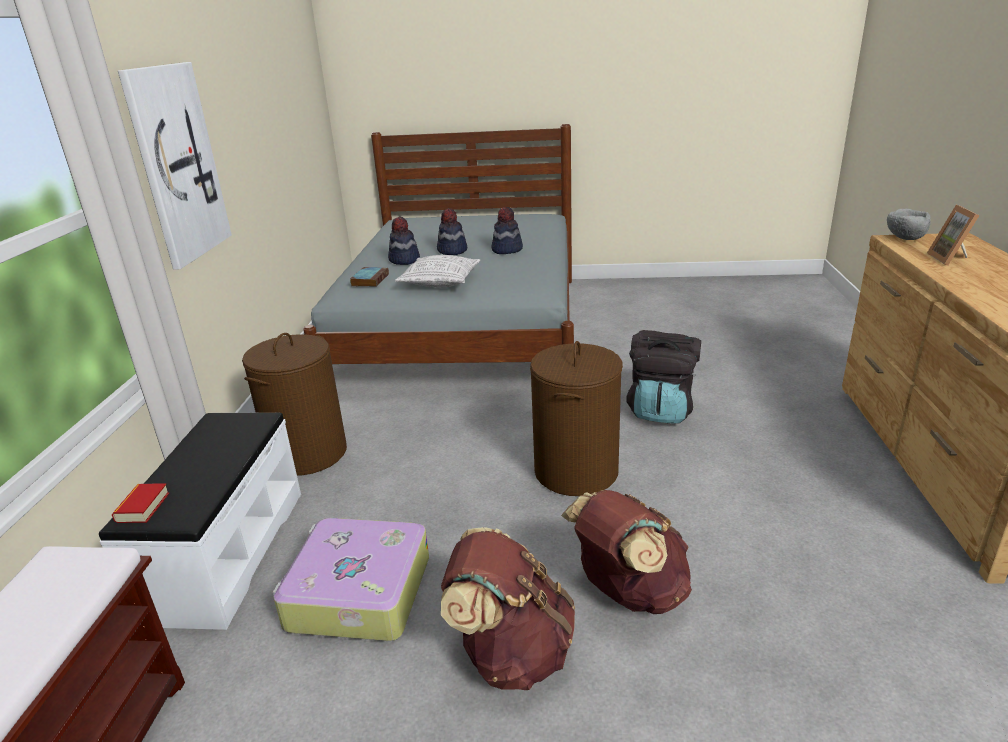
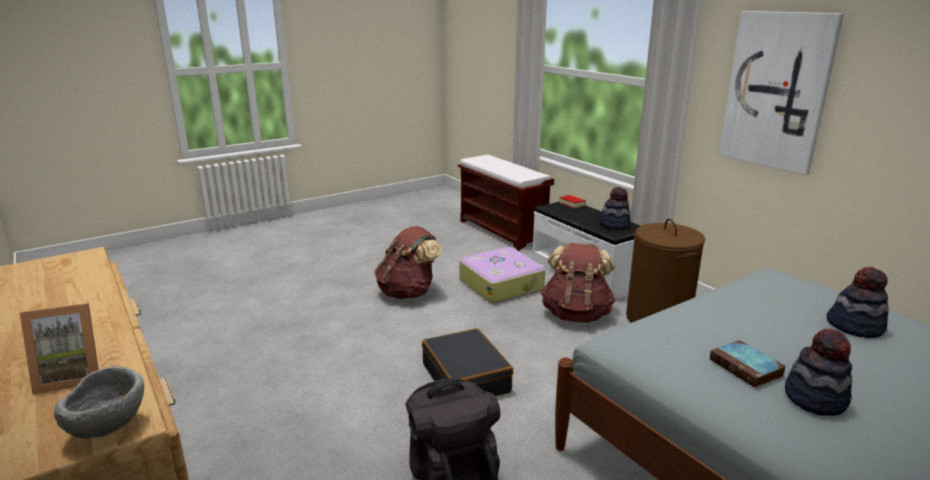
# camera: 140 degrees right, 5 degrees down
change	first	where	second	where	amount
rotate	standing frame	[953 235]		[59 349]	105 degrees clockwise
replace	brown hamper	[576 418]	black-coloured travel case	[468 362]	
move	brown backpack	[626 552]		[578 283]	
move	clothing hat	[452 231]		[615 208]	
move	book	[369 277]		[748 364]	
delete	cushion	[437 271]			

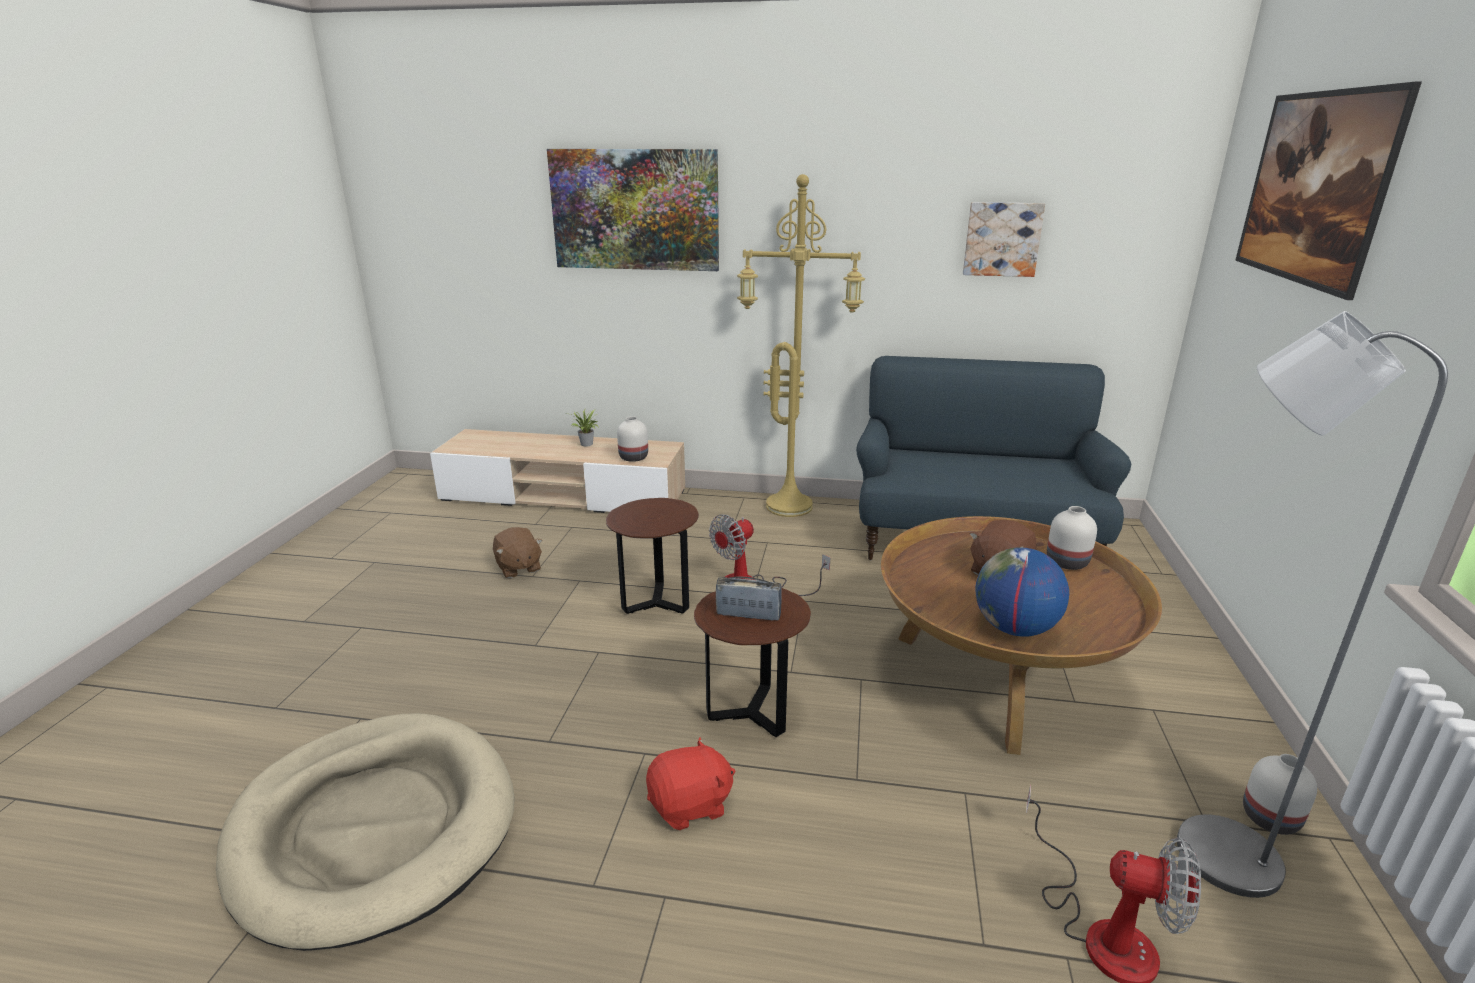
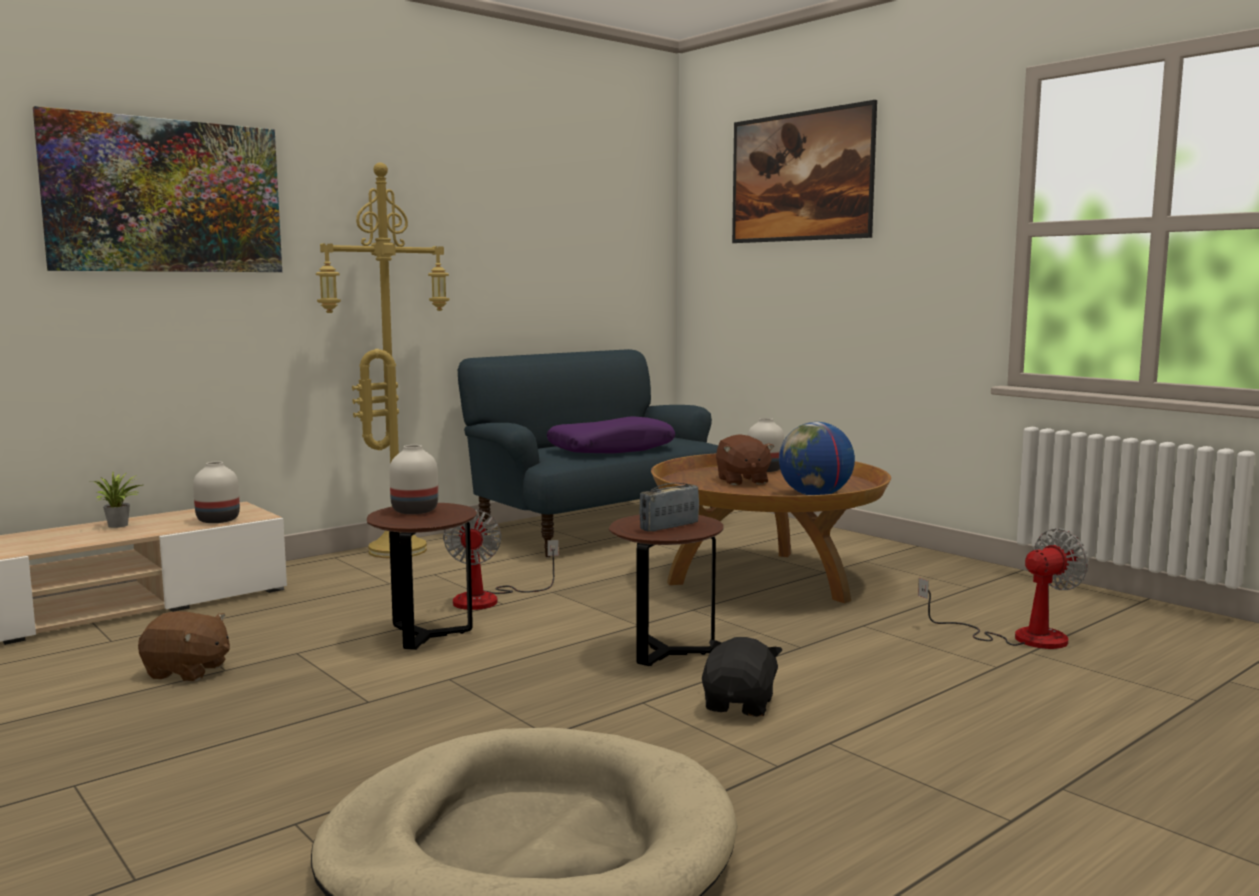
# camera: 50 degrees left, 15 degrees down
change	first	where	second	where	amount
move	whitish vase	[1280 794]		[413 479]	
insert			purple-coloured cushion	[611 435]	
recolor	reddish cuddly toy	[691 783]	black-coloured cuddly toy	[742 677]	
delete	picture	[1004 239]			
delete	grey standing lamp	[1312 604]			

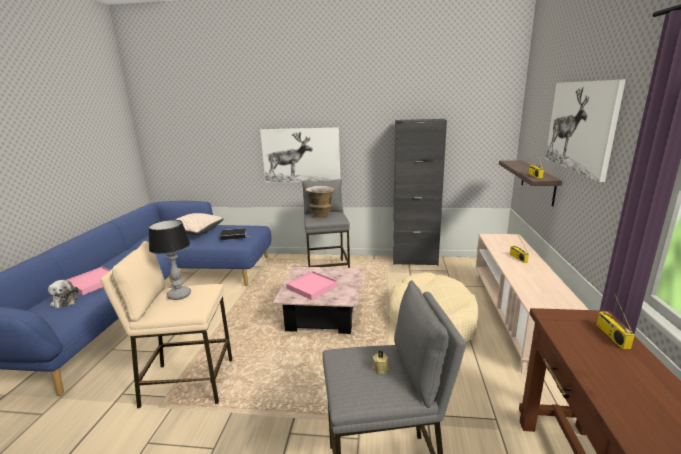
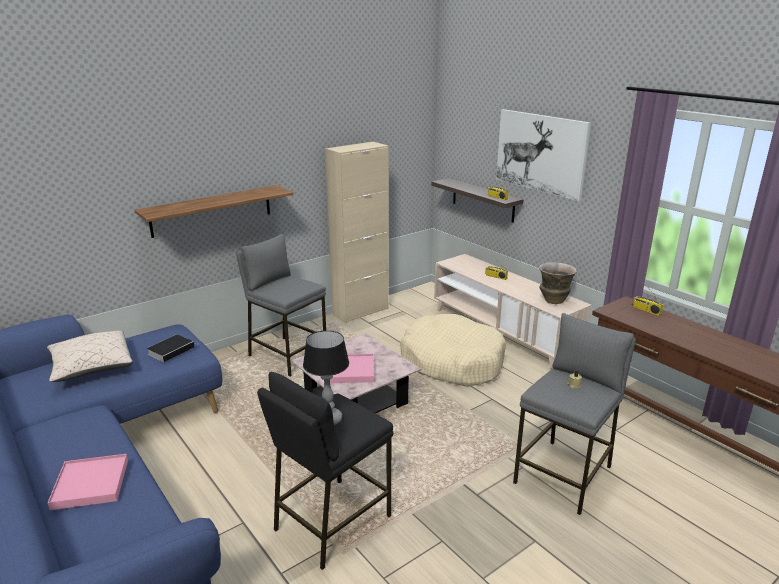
# camera: 45 degrees left, 5 degrees up
change	first	where	second	where	amount
replace	picture	[300 155]	shelf	[214 211]	
recolor	sand-coloured stool	[166 324]	black-coloured stool	[325 471]	
recolor	black-coloured cabinet	[420 192]	sand-coloured cabinet	[357 232]	
move	vase	[320 201]		[558 283]	
delete	cuddly toy	[63 294]			

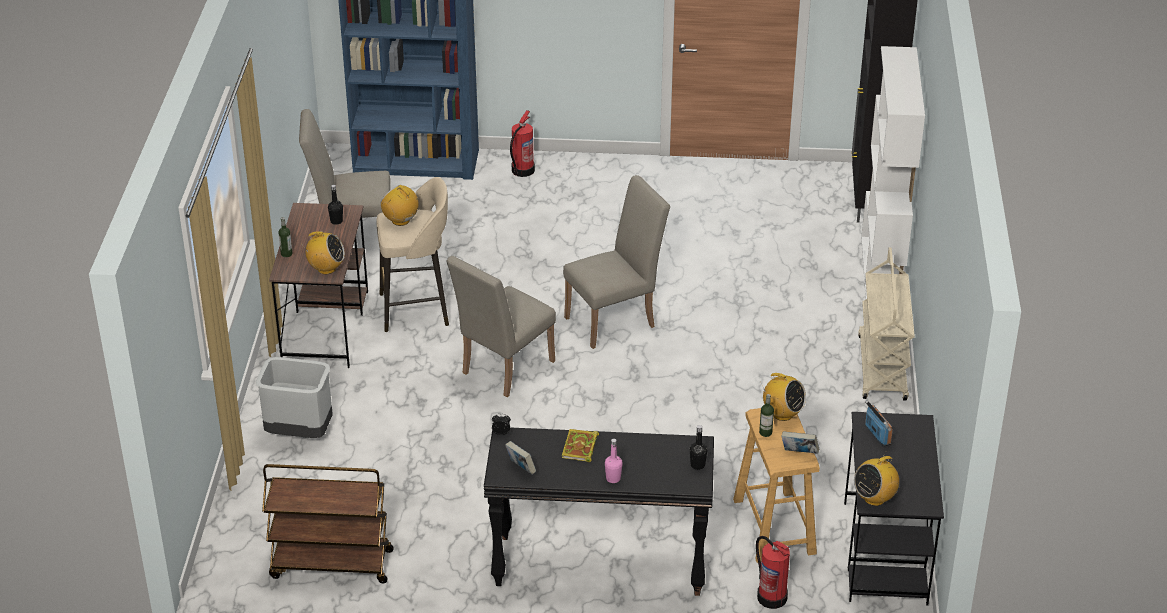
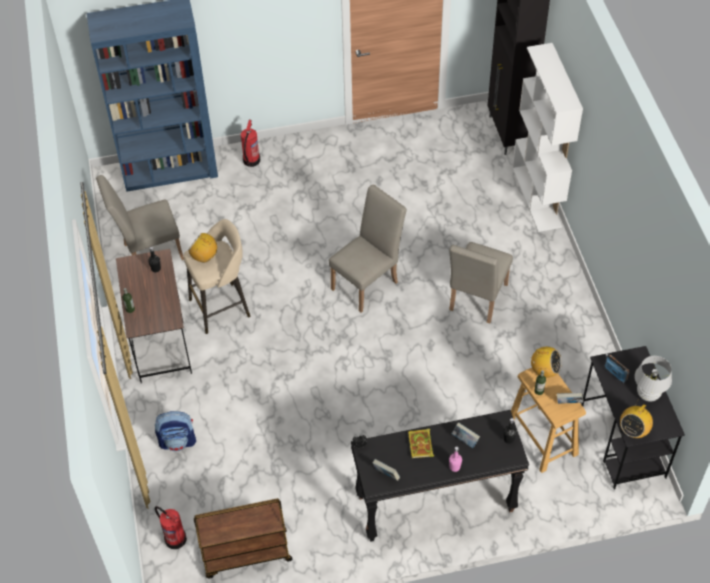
# camera: 15 degrees left, 15 degrees up
change	first	where	second	where	amount
replace	grey trash can	[294 397]	backpack	[175 431]	
move	fire extinguisher	[773 572]		[171 527]	
move	sand-coloured plain chair	[501 326]		[481 282]	
insert			book	[466 435]	
insert			whitish table lamp	[653 379]	
delete	radio	[324 252]			
delete	sand-coloured cart	[886 324]			

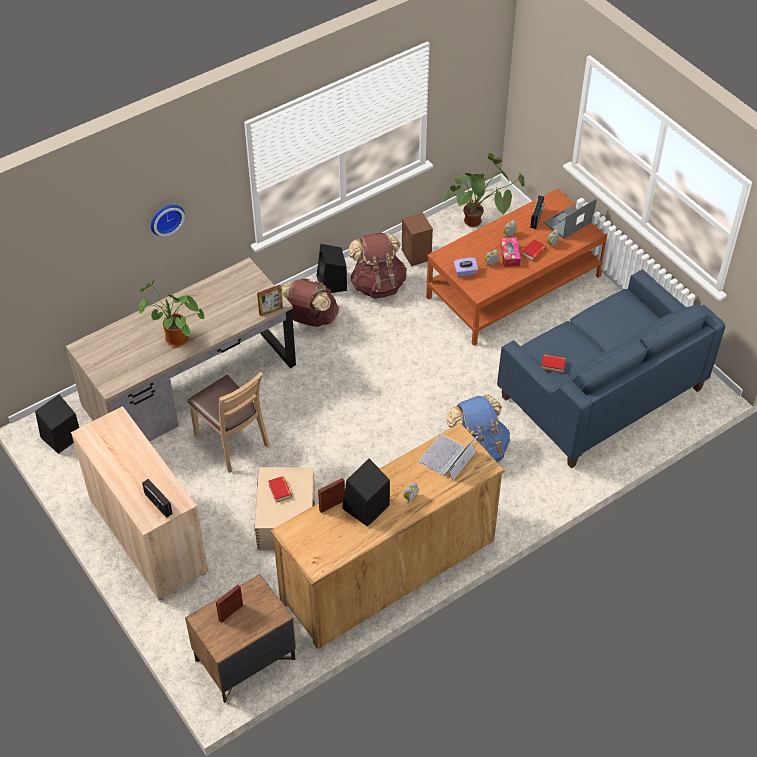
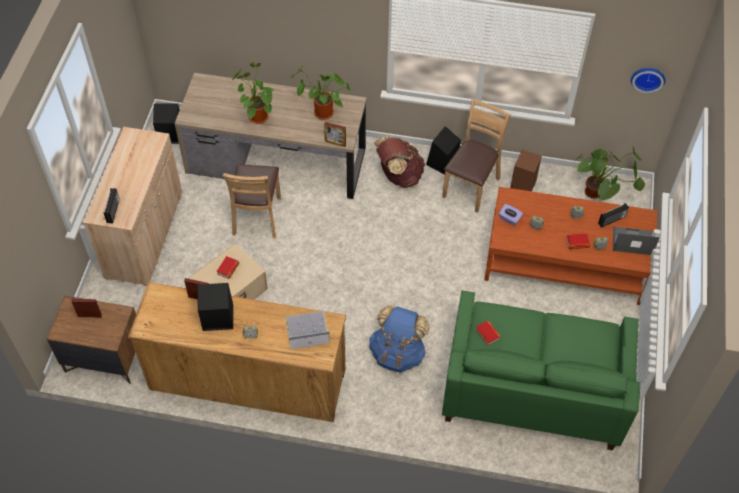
# camera: 45 degrees right, 5 degrees up
change	first	where	second	where	amount
insert			plant in a pot	[321 92]	
replace	brown backpack	[377 265]	brown plain chair	[476 156]	
recolor	blue settee	[611 368]	green-coloured settee	[541 370]	
move	hanging clock	[168 220]		[648 80]	
delete	tissue box	[510 252]			

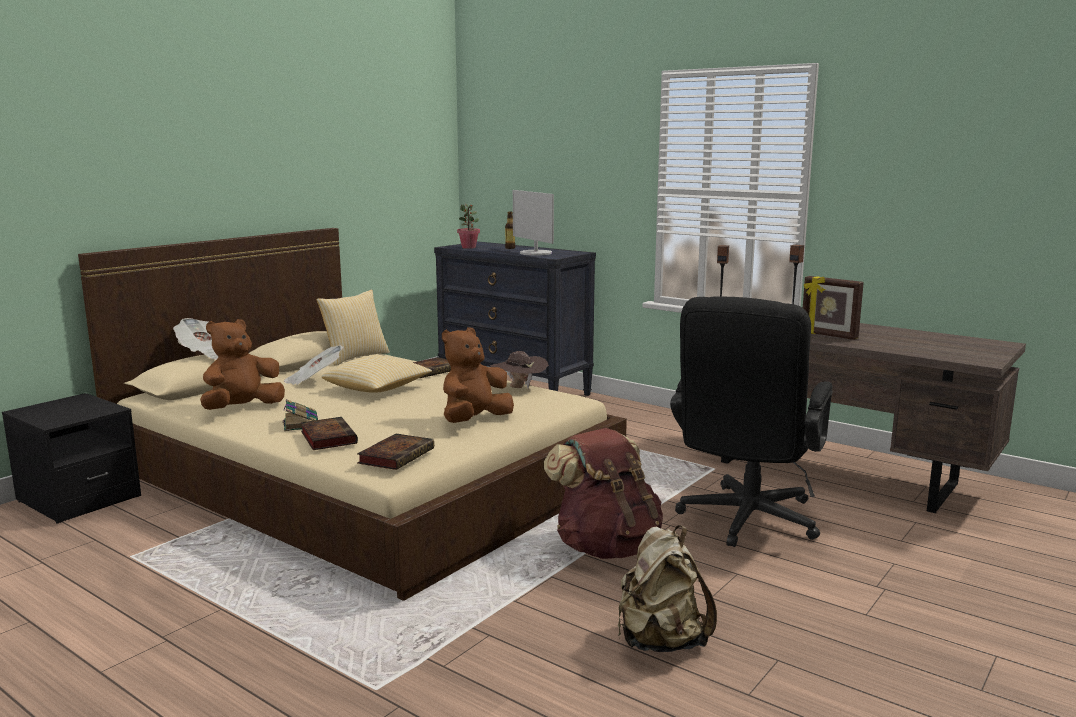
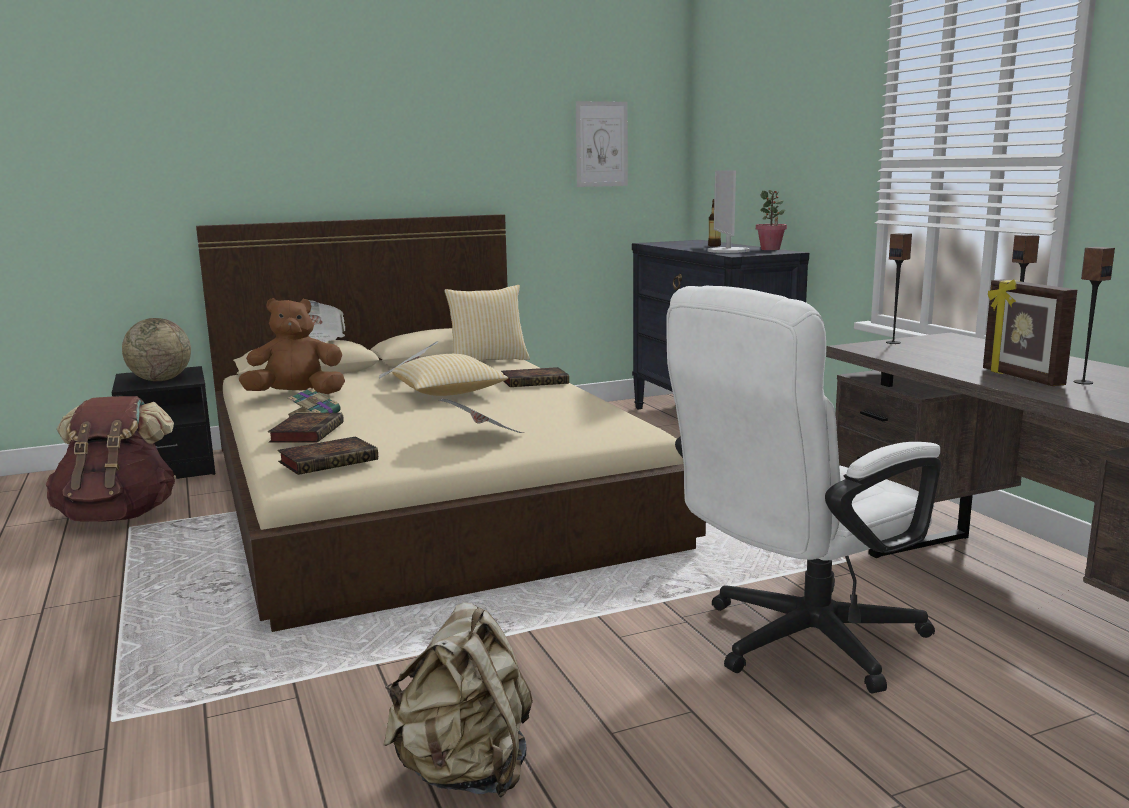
# camera: 30 degrees right, 0 degrees up
change	first	where	second	where	amount
move	brown backpack	[603 493]		[111 459]	
insert			globe	[156 349]	
replace	brown cuddly toy	[478 375]	daily paper	[480 416]	
insert			picture	[602 144]	
recolor	black-coloured computer chair	[751 421]	whitish computer chair	[803 489]	
move	plant in a pot	[468 226]		[771 220]	
insert			speaker	[1094 316]	
delete	brown clothing hat	[519 370]			

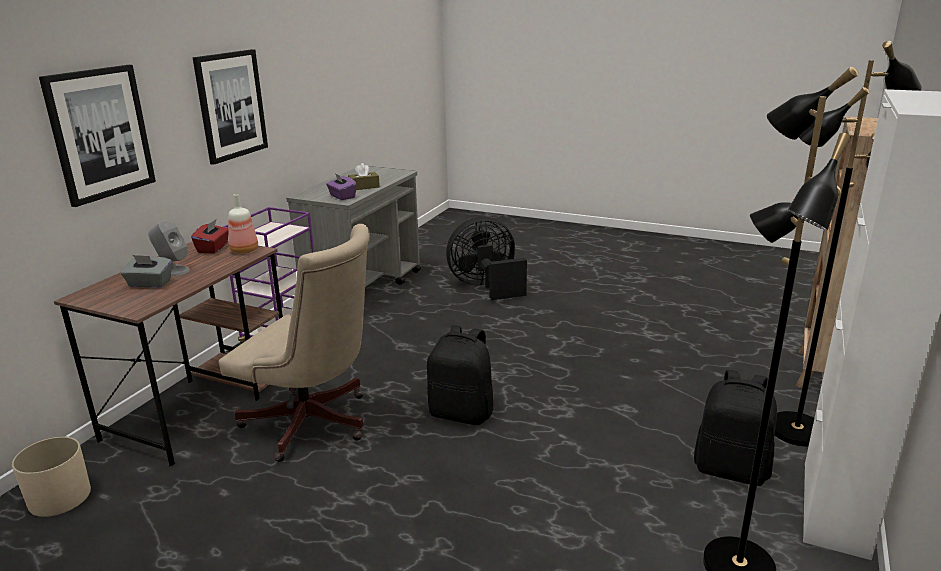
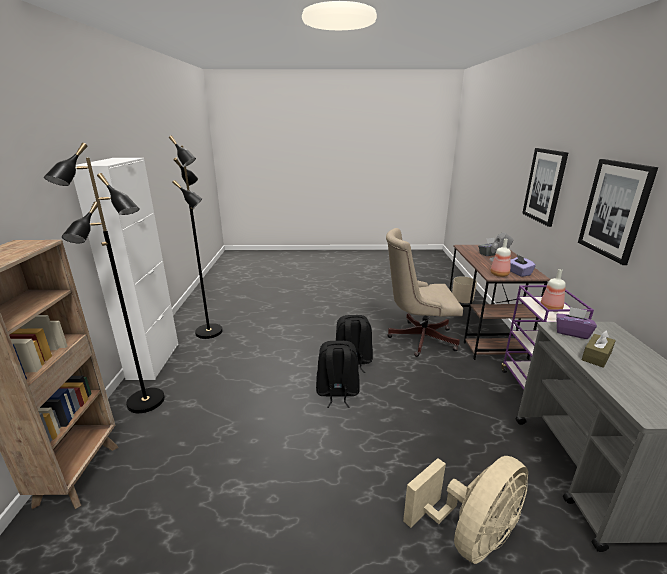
# camera: 155 degrees right, 0 degrees up
change	first	where	second	where	amount
move	black-coloured backpack	[735 428]		[338 374]	
recolor	black-coloured electric fan	[486 258]	sand-coloured electric fan	[465 510]	
recolor	reddish tissue box	[209 236]	purple-coloured tissue box	[523 266]	
insert			drink bottle	[553 289]	

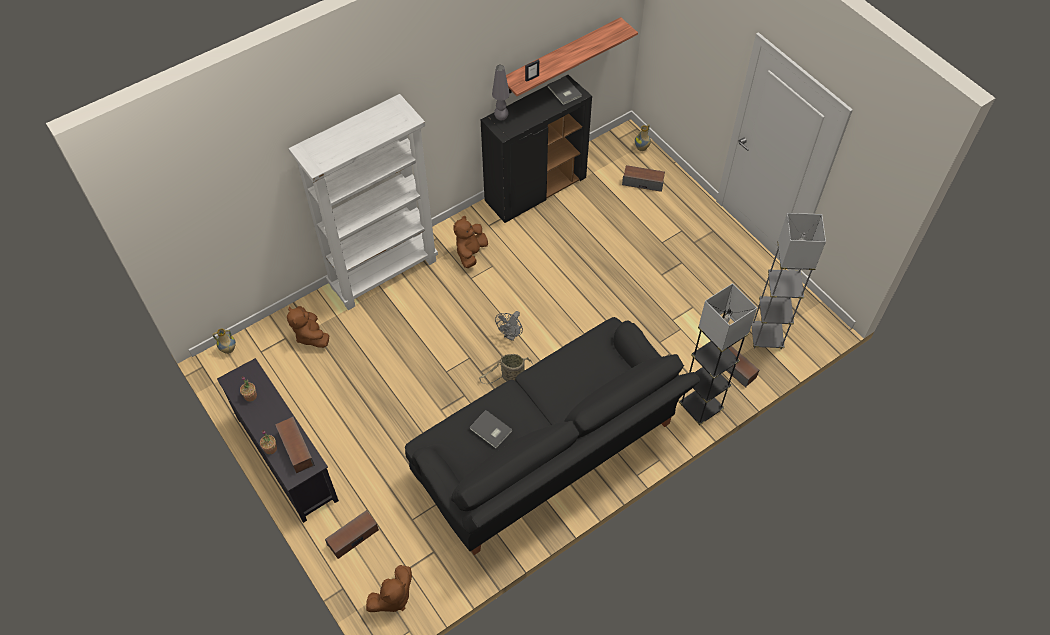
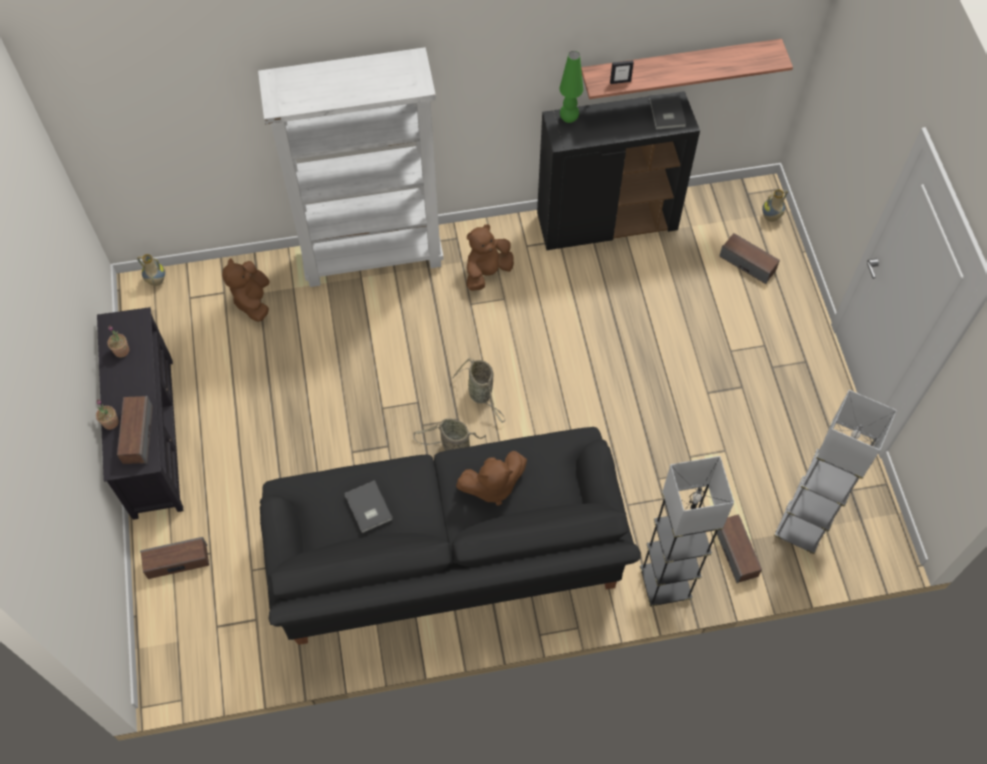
# camera: 25 degrees right, 5 degrees up
change	first	where	second	where	amount
replace	grey electric fan	[509 326]	storage basket	[478 390]	
move	brown cuddly toy	[389 588]		[491 478]	
recolor	grey table lamp	[501 93]	green-coloured table lamp	[571 87]	

